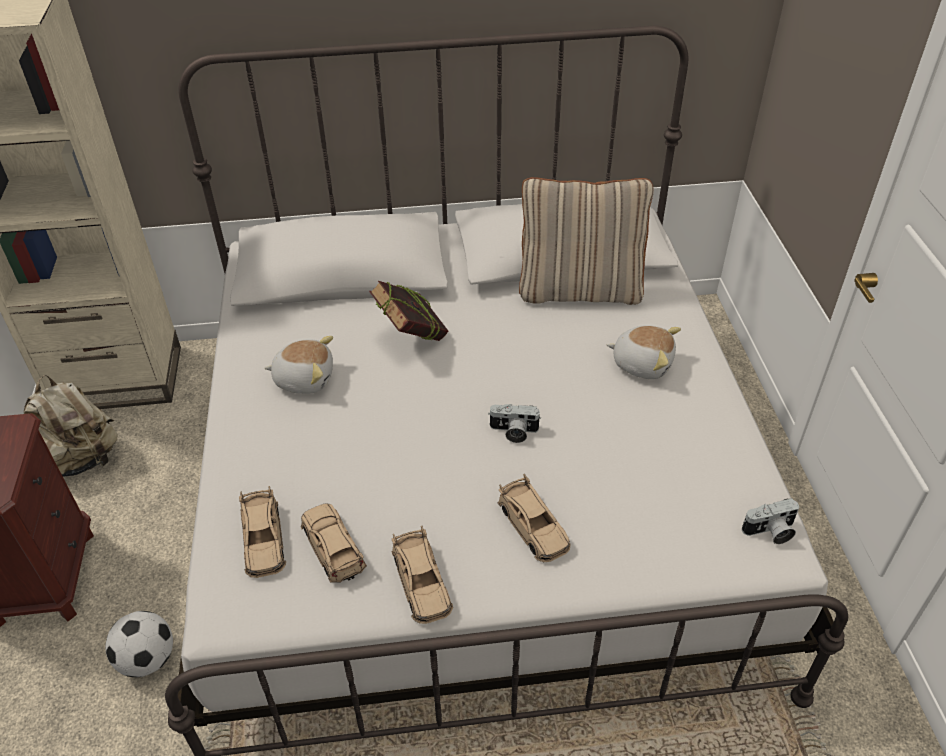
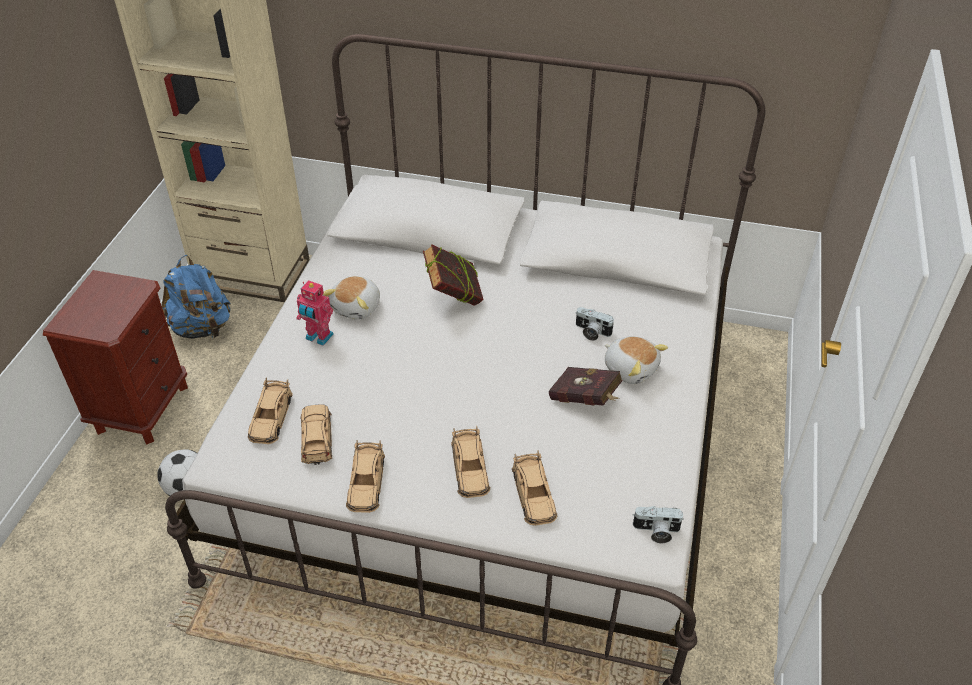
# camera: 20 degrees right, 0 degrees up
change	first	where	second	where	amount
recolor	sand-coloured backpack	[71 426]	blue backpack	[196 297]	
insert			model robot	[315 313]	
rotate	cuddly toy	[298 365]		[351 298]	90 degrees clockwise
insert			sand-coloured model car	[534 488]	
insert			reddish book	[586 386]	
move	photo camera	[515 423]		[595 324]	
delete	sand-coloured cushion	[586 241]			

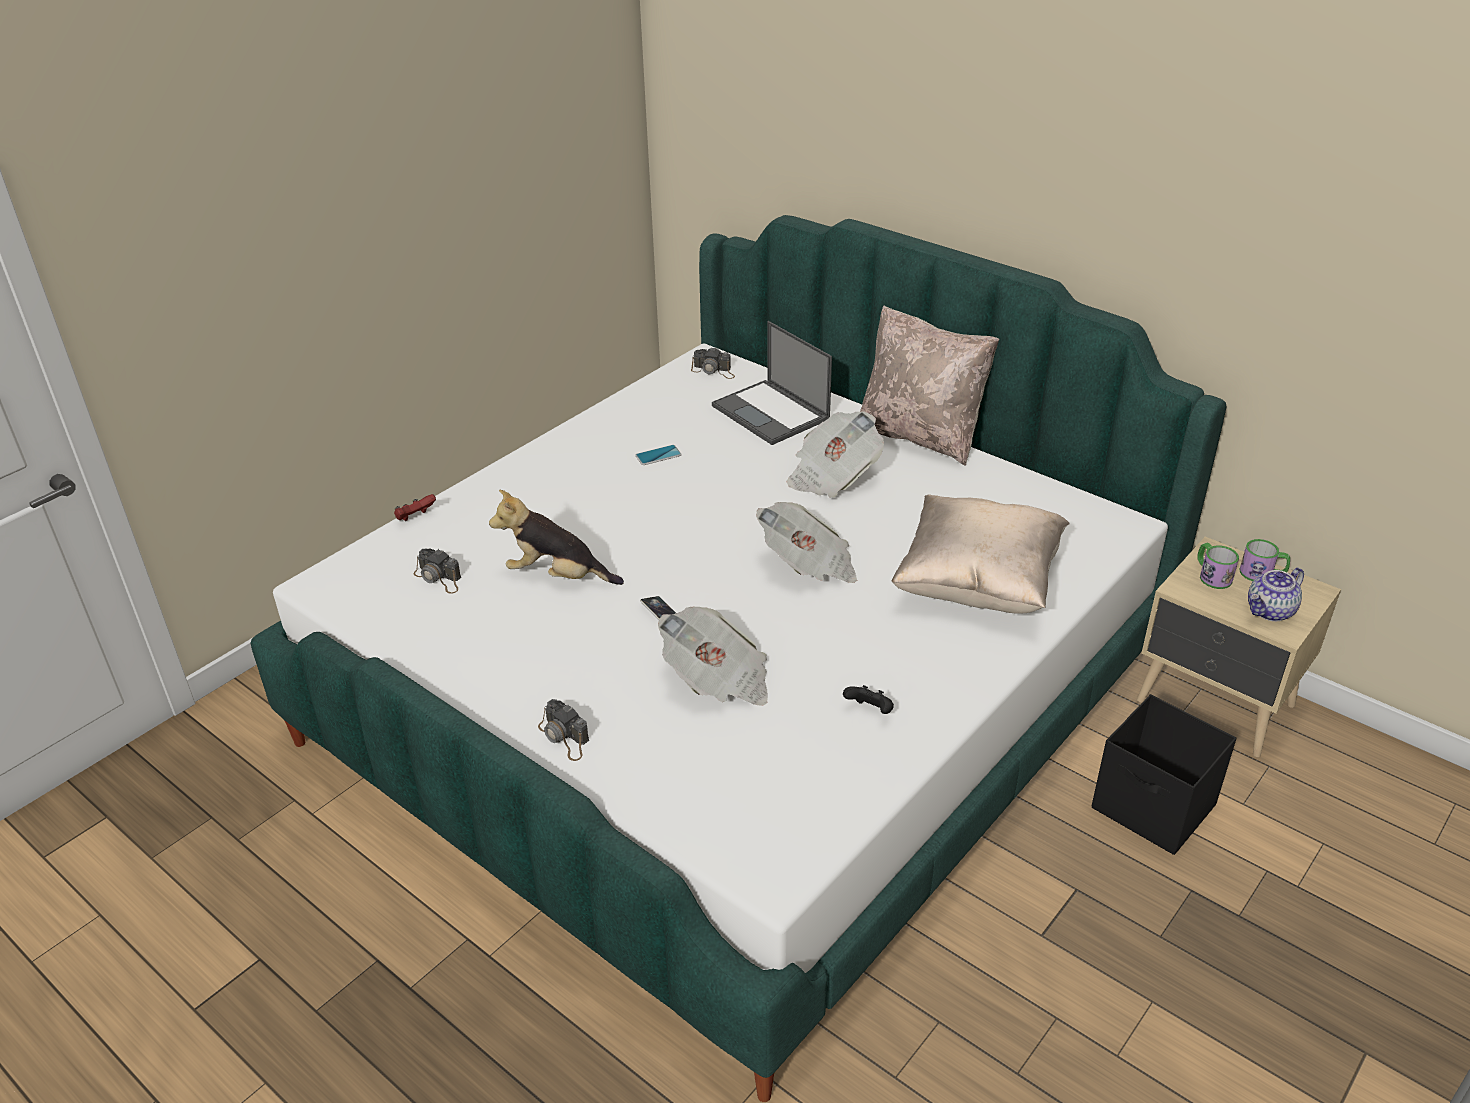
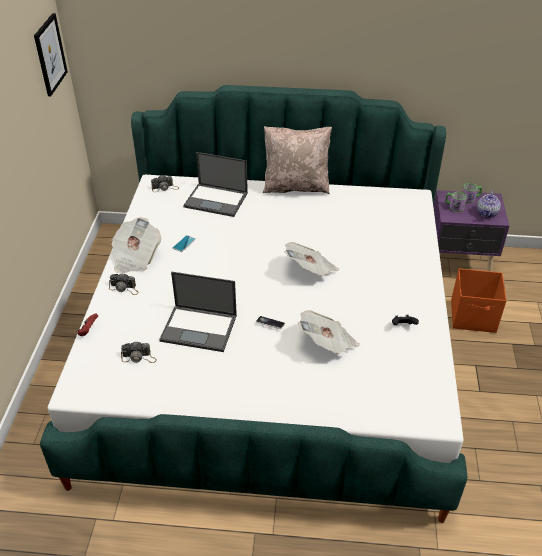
# camera: 35 degrees left, 5 degrees up
change	first	where	second	where	amount
insert			picture	[51 54]	
move	photo camera	[563 730]		[124 284]	
move	daily paper	[835 454]		[136 245]	
replace	cuddly toy	[556 537]	notebook computer	[198 312]	
recolor	sand-coloured nightstand	[1239 647]	purple-coloured nightstand	[471 231]	
recolor	black-coloured storage box	[1164 774]	orangey storage box	[479 301]	
delete	sand-coloured cushion	[981 554]			

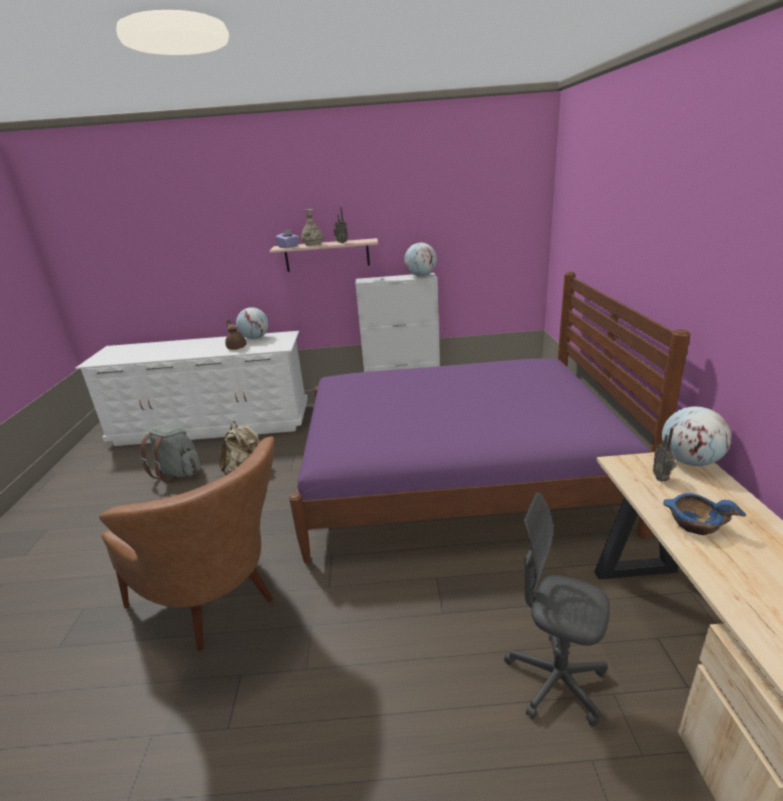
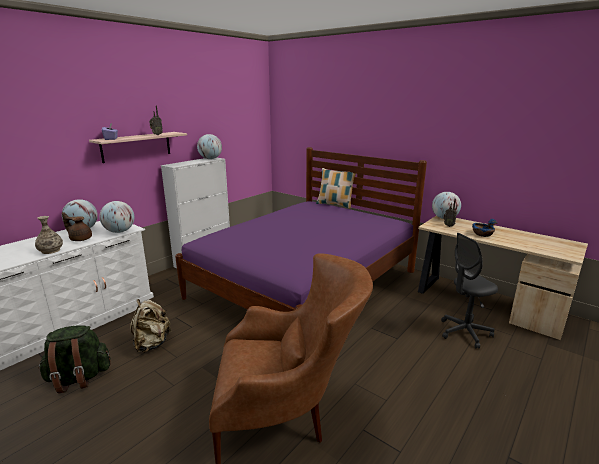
# camera: 50 degrees left, 5 degrees down
change	first	where	second	where	amount
move	vase	[312 227]		[49 235]	
recolor	grey backpack	[171 453]	green-coloured backpack	[74 359]	
insert			globe	[116 217]	
insert			cushion	[336 188]	

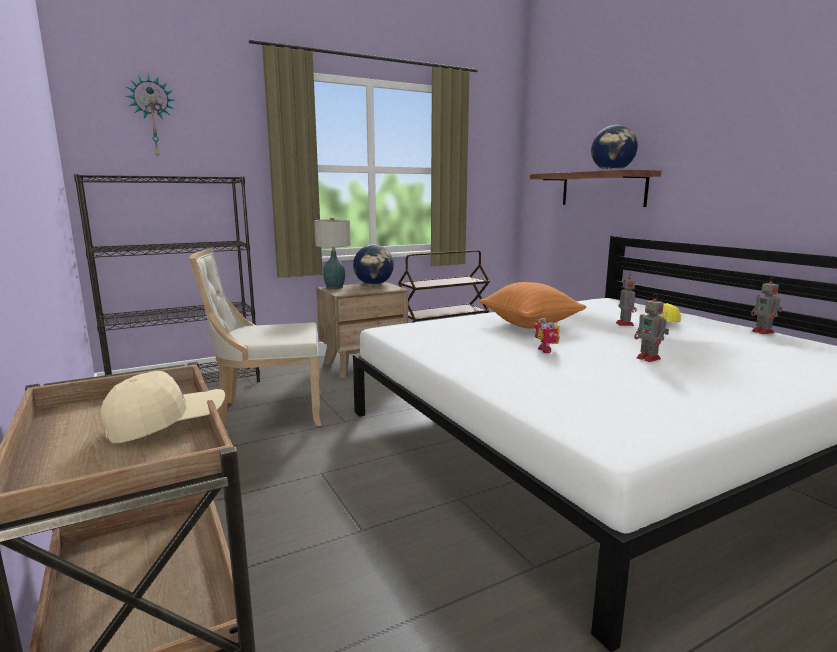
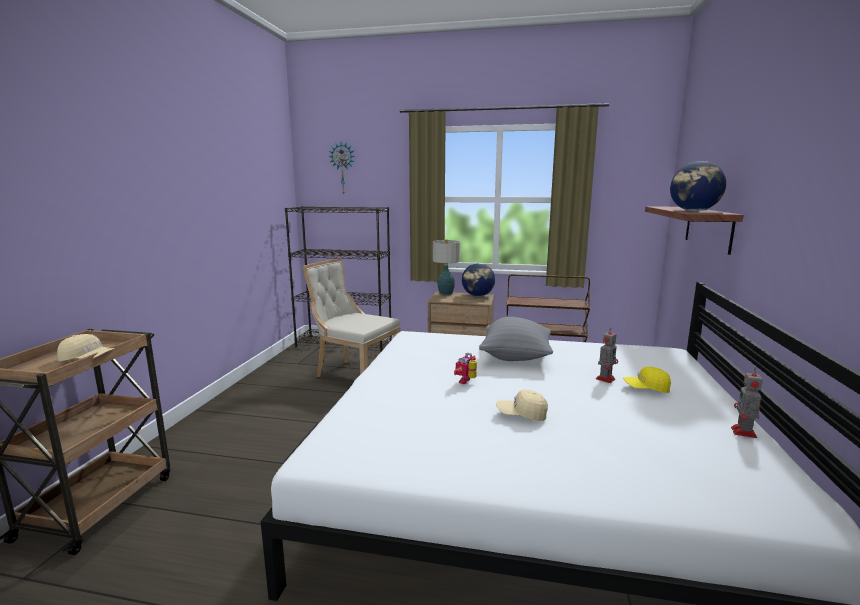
# camera: 40 degrees right, 0 degrees up
change	first	where	second	where	amount
recolor	orangey cushion	[532 305]	grey cushion	[516 339]	
replace	model robot	[651 327]	sand-coloured baseball cap	[522 405]	

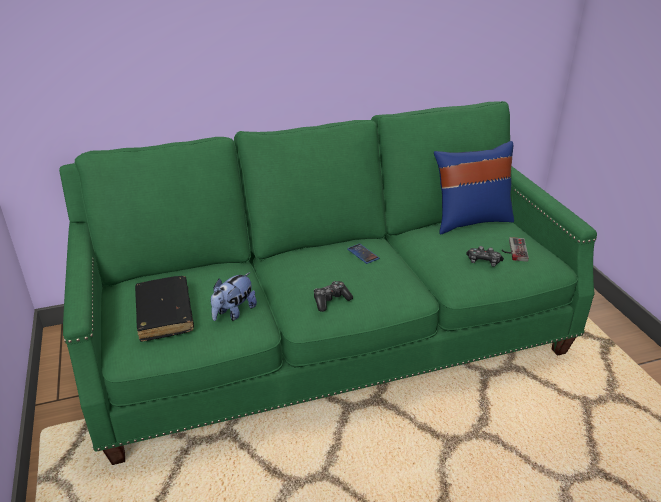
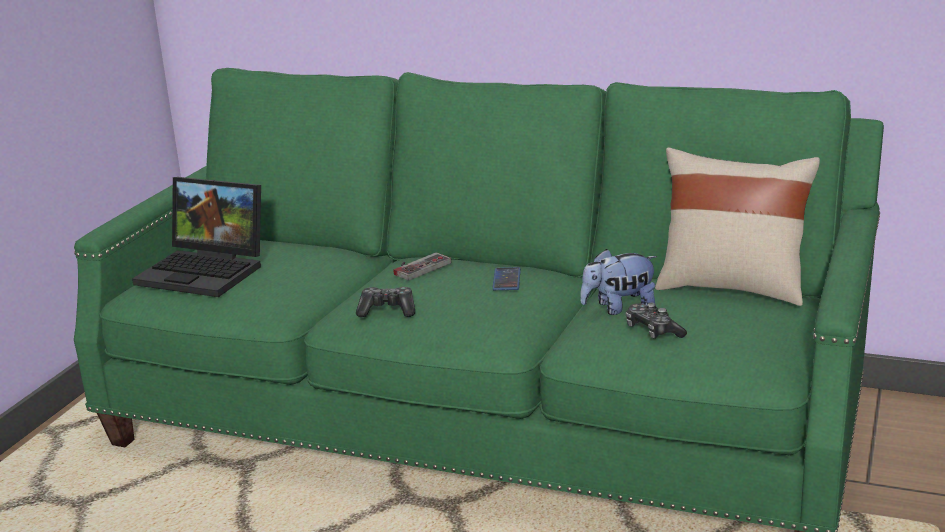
# camera: 40 degrees right, 10 degrees down
change	first	where	second	where	amount
replace	black-coloured book	[164 309]	notebook computer	[196 237]	
move	game controller	[515 249]		[422 267]	
move	cuddly toy	[234 296]		[618 282]	
recolor	blue cushion	[474 187]	sand-coloured cushion	[737 227]	

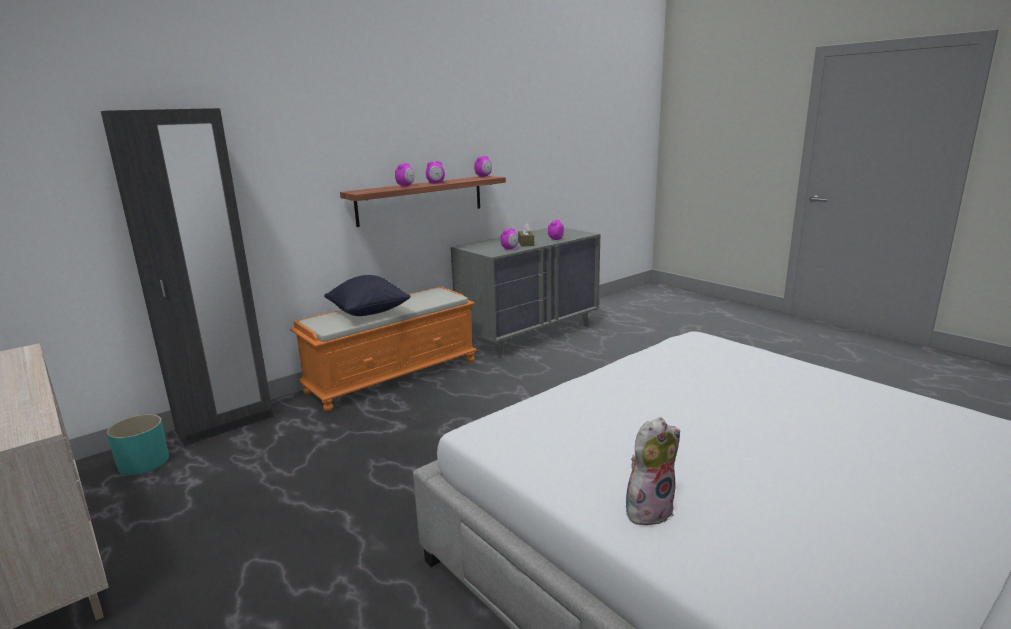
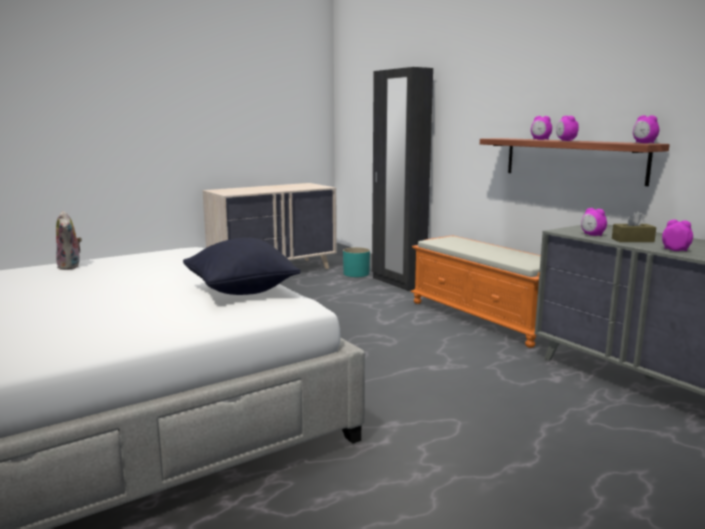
# camera: 95 degrees right, 5 degrees down
change	first	where	second	where	amount
move	black-coloured cushion	[367 295]		[242 266]	

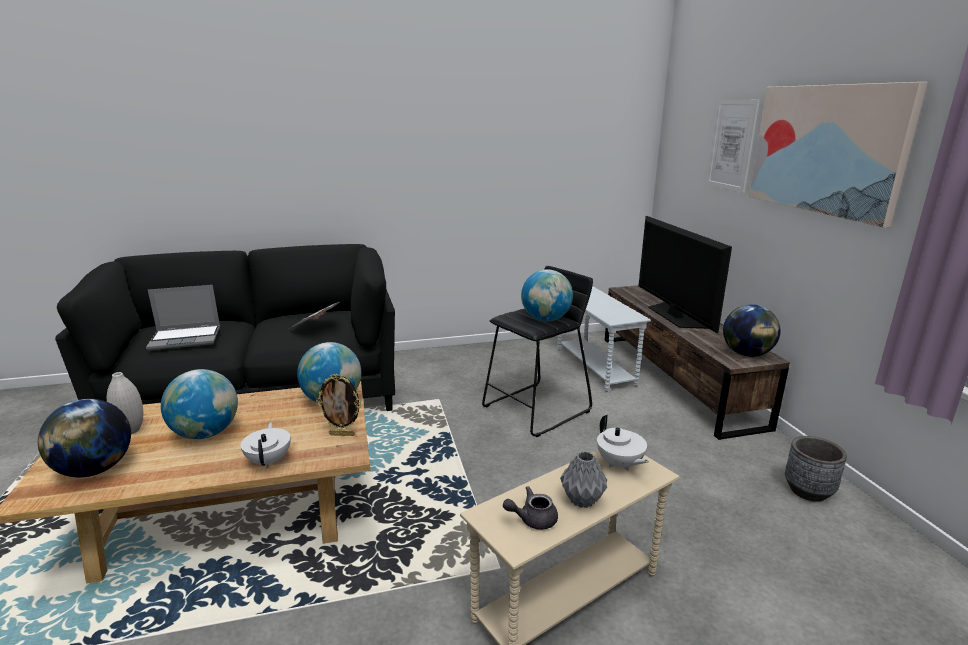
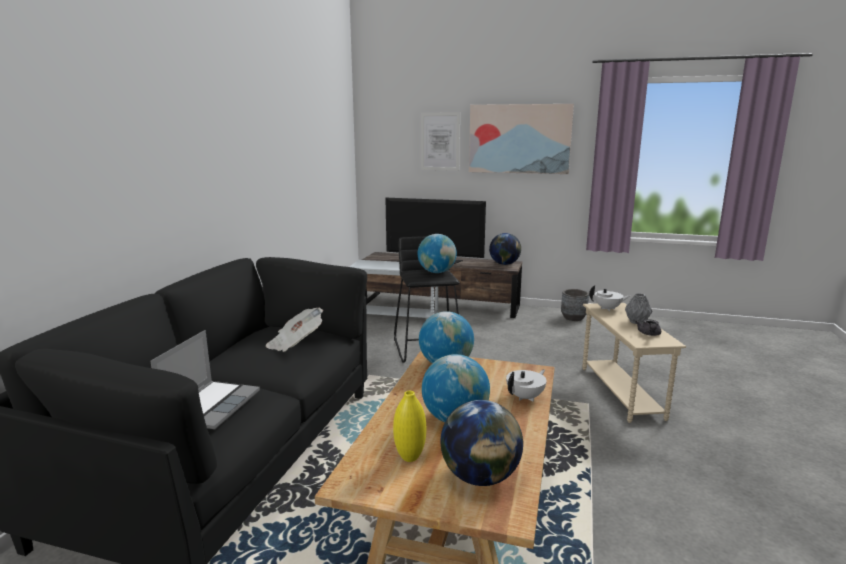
# camera: 60 degrees left, 5 degrees down
change	first	where	second	where	amount
recolor	whitish vase	[125 403]	yellow-coloured vase	[409 426]	
rotate	whitish pot for tea	[266 445]		[526 385]	120 degrees clockwise
delete	standing frame	[339 405]			

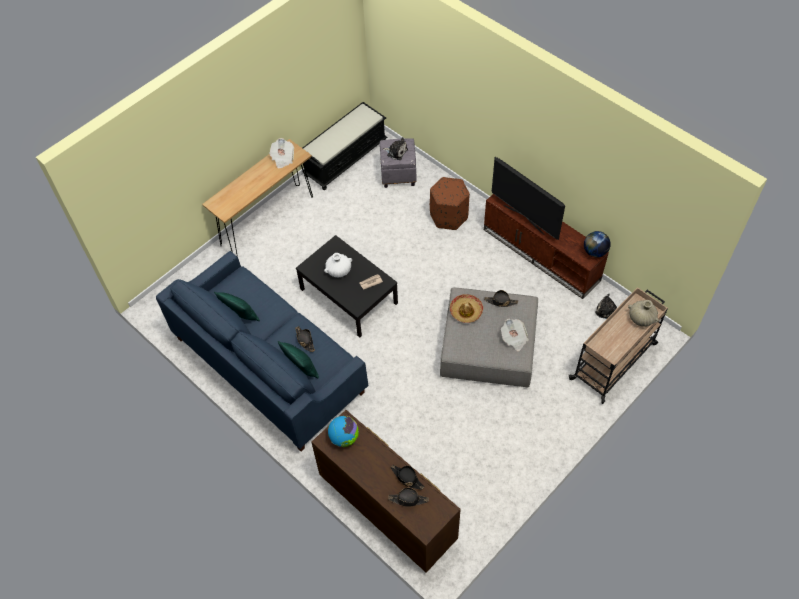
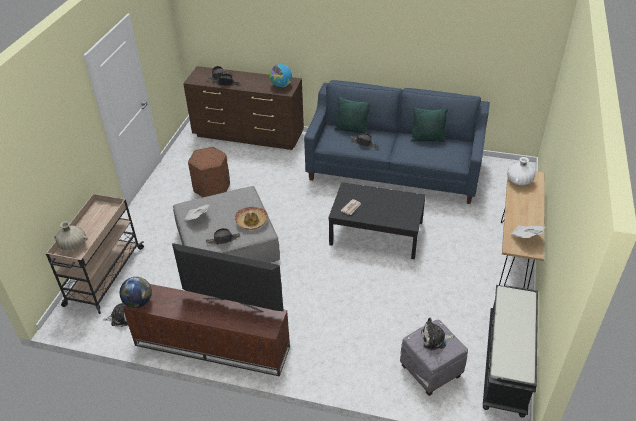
# camera: 150 degrees right, 15 degrees down
change	first	where	second	where	amount
move	brown footrest	[450 203]		[209 172]	
move	whitish vase	[338 265]		[521 171]	

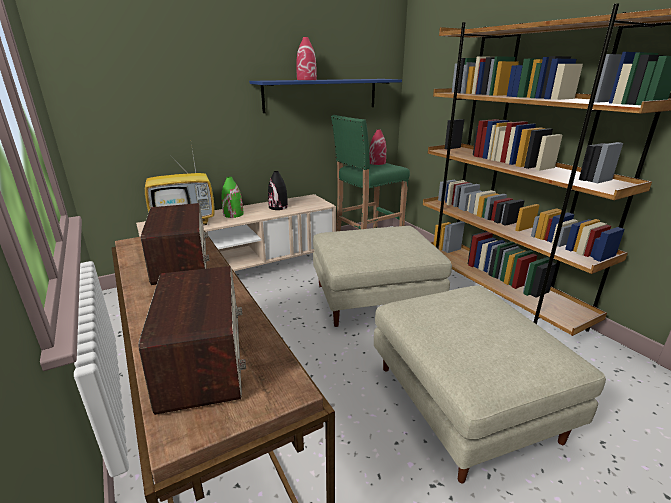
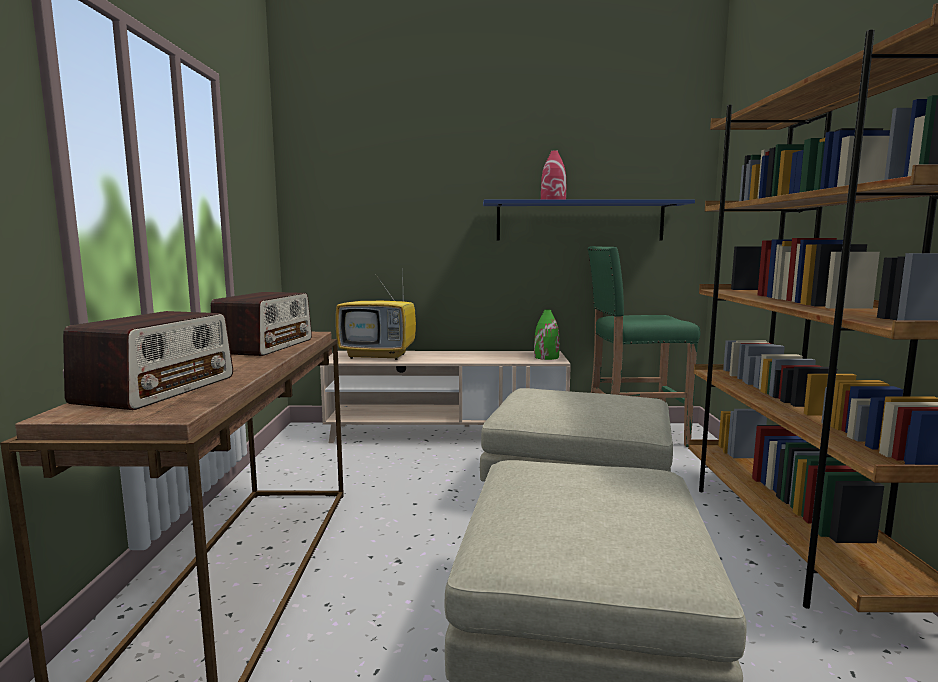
# camera: 30 degrees right, 15 degrees down
change	first	where	second	where	amount
move	green-coloured vase	[232 197]		[547 334]	
delete	black-coloured vase	[278 190]			
delete	reddish vase	[377 147]			

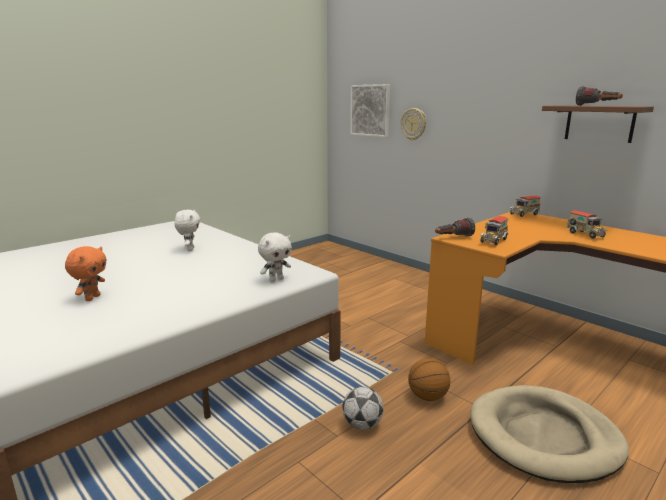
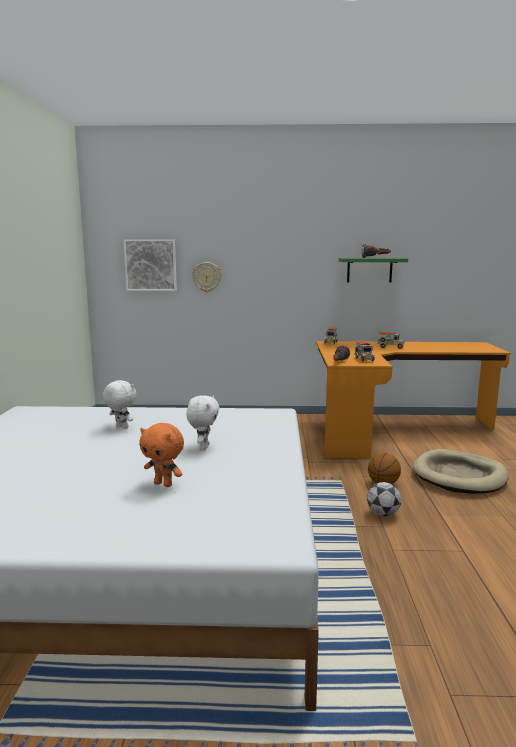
# camera: 45 degrees left, 5 degrees down
change	first	where	second	where	amount
rotate	orangey cuddly toy	[86 273]		[161 455]	150 degrees clockwise
move	whitish cuddly toy	[275 257]		[203 422]	
recolor	brown shelf	[598 124]	green-coloured shelf	[373 270]	

